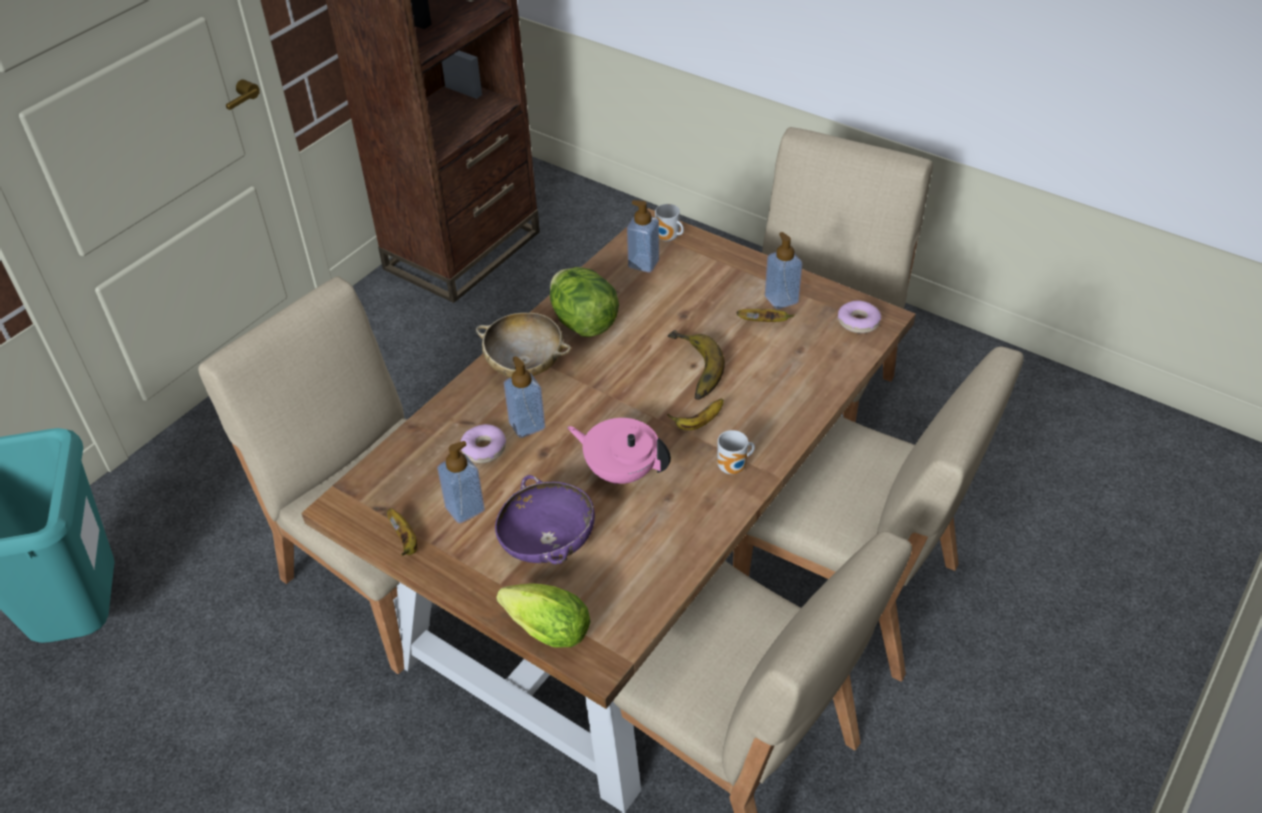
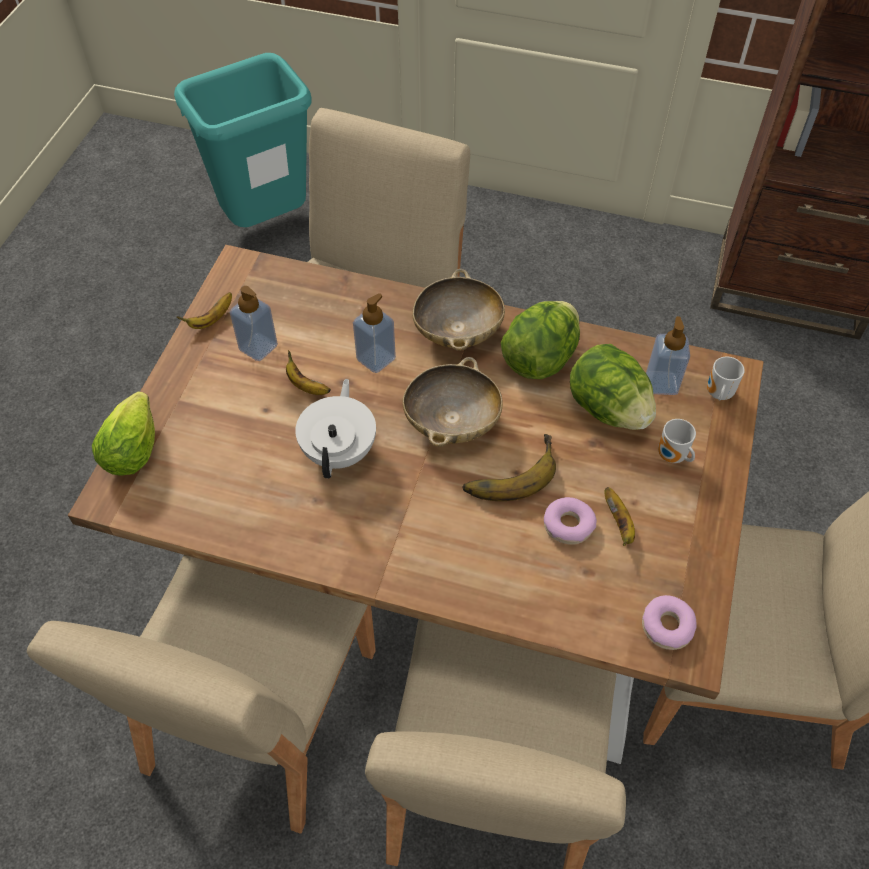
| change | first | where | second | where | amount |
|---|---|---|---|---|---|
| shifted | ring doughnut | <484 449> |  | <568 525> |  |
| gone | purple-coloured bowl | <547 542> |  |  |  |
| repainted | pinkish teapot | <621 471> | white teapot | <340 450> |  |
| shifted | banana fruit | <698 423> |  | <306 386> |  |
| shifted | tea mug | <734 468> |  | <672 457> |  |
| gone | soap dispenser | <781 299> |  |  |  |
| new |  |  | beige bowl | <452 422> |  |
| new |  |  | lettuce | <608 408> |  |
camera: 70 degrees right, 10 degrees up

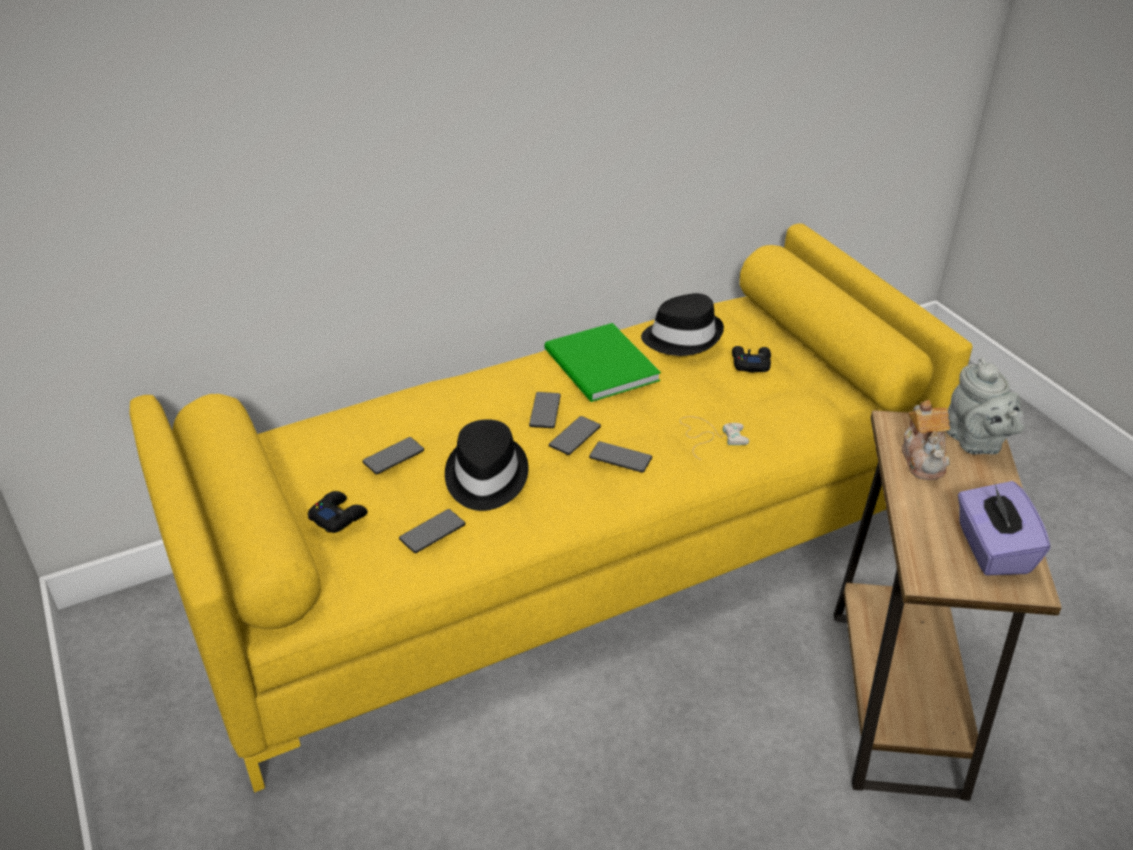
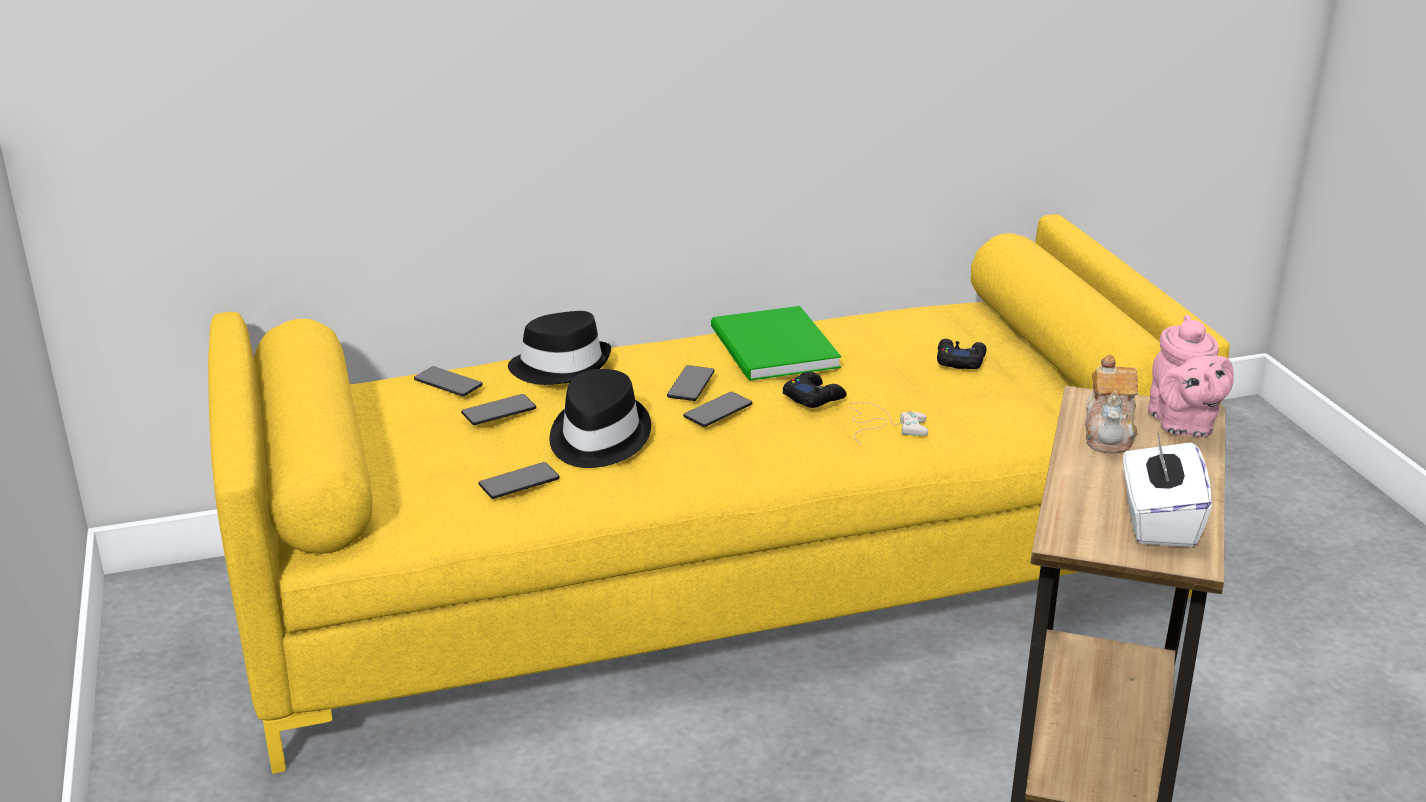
| change | first | where | second | where | amount |
|---|---|---|---|---|---|
| shifted | black game controller | <338 516> |  | <813 397> |  |
| shifted | telephone | <620 458> |  | <448 383> |  |
| shifted | black clothing hat | <682 337> |  | <561 366> |  |
| repainted | gray teapot | <975 442> | pinkish teapot | <1182 425> |  |
| repainted | purple-coloured tissue box | <991 549> | white tissue box | <1158 521> |  |
camera: 10 degrees right, 10 degrees down

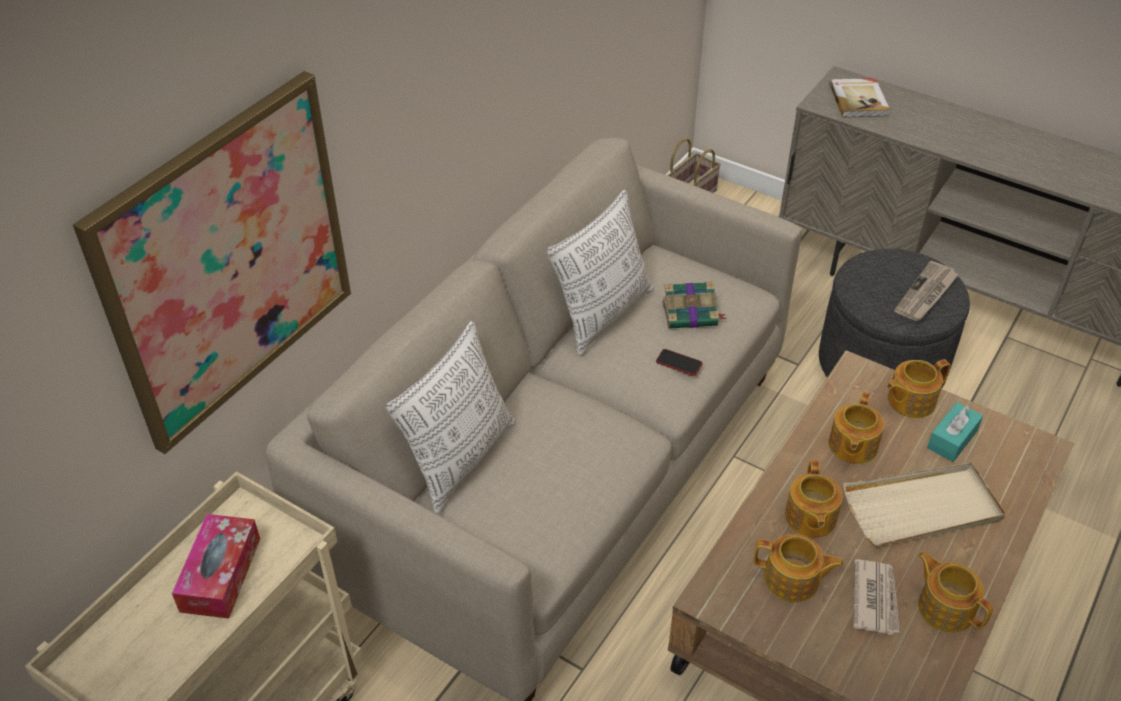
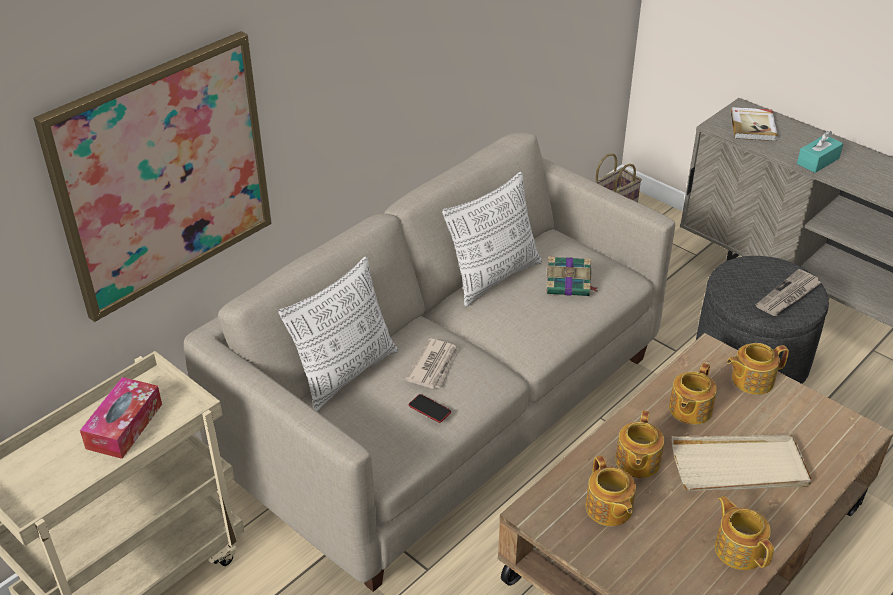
| change | first | where | second | where | amount |
|---|---|---|---|---|---|
| shifted | telephone | <679 363> |  | <429 409> |  |
| rotated | teapot | <792 580> |  | <608 509> | 45 degrees clockwise |
| shifted | printed paper | <875 598> |  | <434 366> |  |
| shifted | turquoise-coloured tissue box | <952 439> |  | <818 161> |  |
camera: 10 degrees right, 5 degrees down

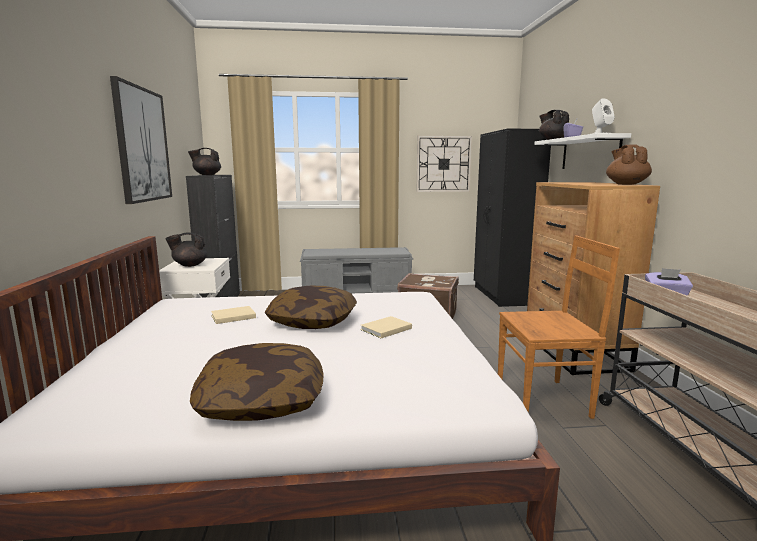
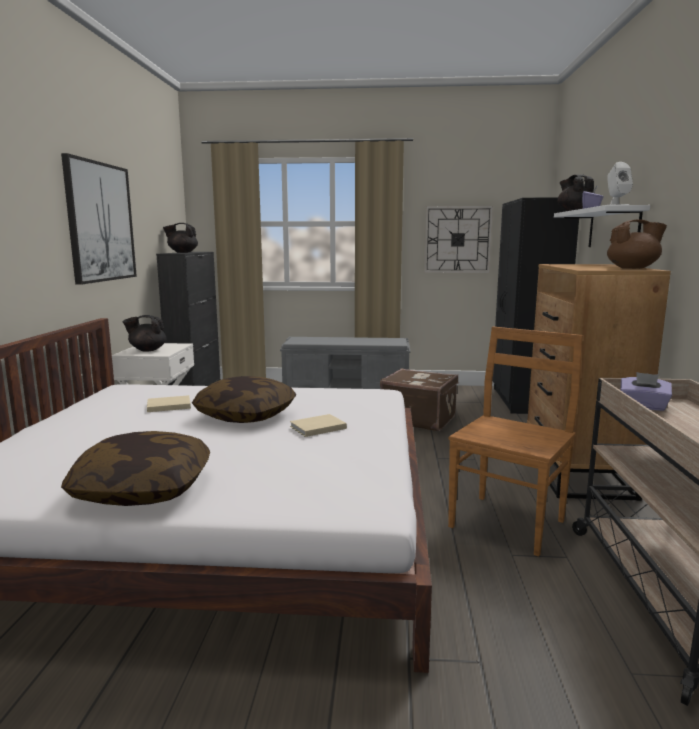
| change | first | where | second | where | amount |
|---|---|---|---|---|---|
| rotated | brown upright chair | <545 399> |  | <508 522> | 60 degrees counterclockwise |
| rotated | brown teapot | <626 184> |  | <633 268> | 75 degrees clockwise |
camera: 10 degrees right, 0 degrees up

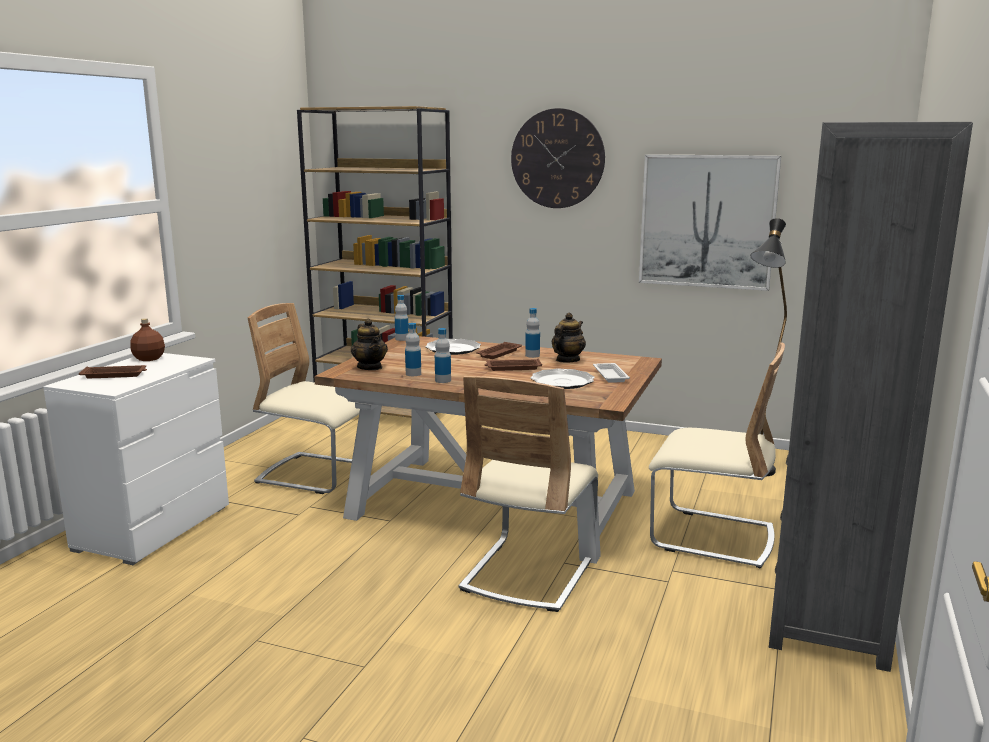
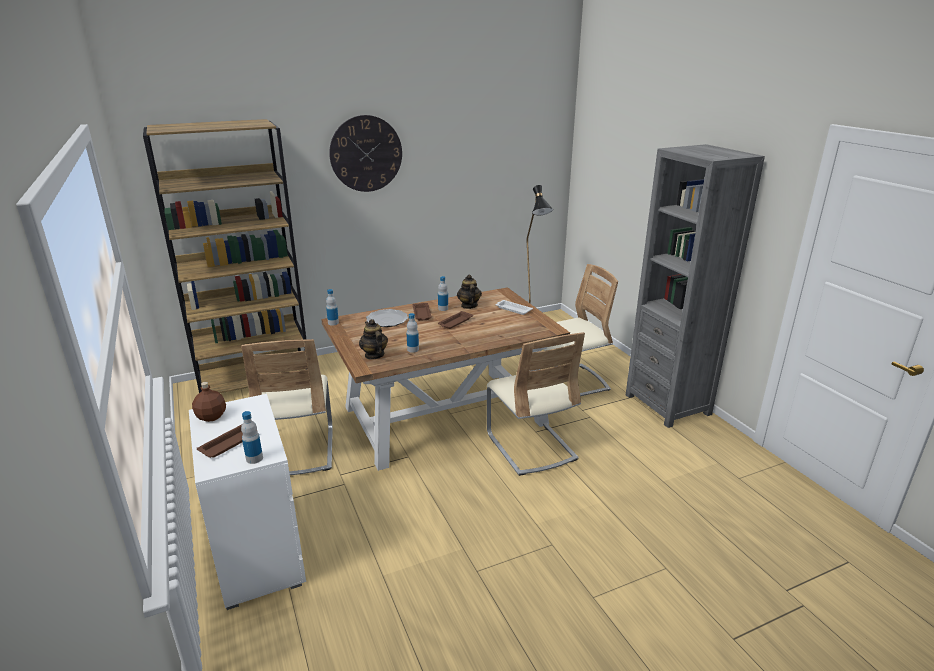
| change | first | where | second | where | amount |
|---|---|---|---|---|---|
| rotated | beige upright chair | <316 474> |  | <298 450> | 75 degrees counterclockwise |
| rotated | teapot | <370 367> |  | <374 355> | 135 degrees counterclockwise |
| shifted | beverage bottle | <443 380> |  | <254 458> |  |
| gone | plate | <562 381> |  |  |  |
| gone | wall art | <707 221> |  |  |  |
camera: 45 degrees left, 10 degrees up

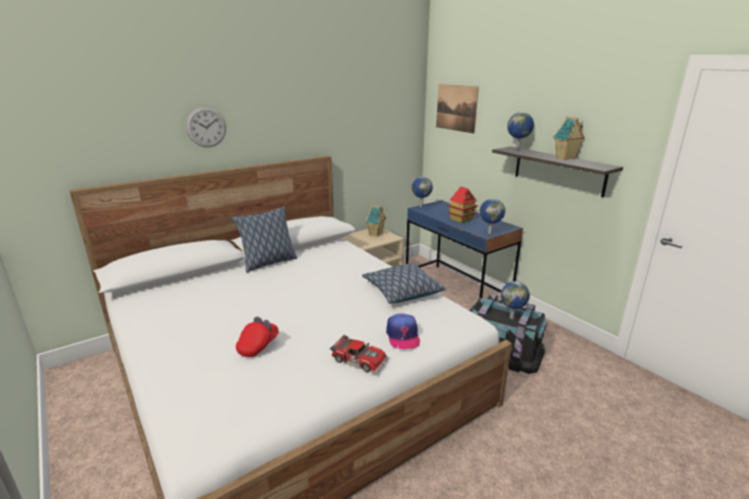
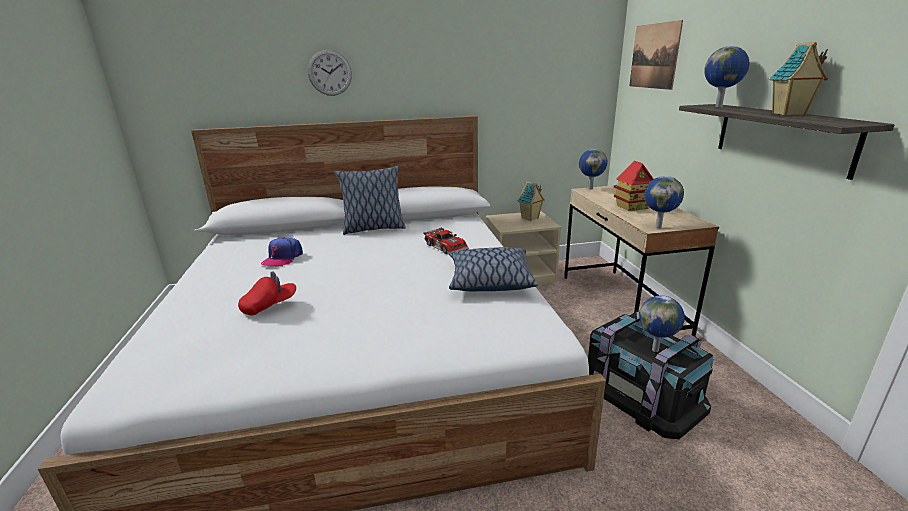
| change | first | where | second | where | amount |
|---|---|---|---|---|---|
| shifted | model car | <360 359> |  | <447 246> |  |
| shifted | baseball cap | <402 336> |  | <283 258> |  |
| repainted | blue desk | <455 290> | beige desk | <621 304> |  |
camera: 25 degrees right, 0 degrees up

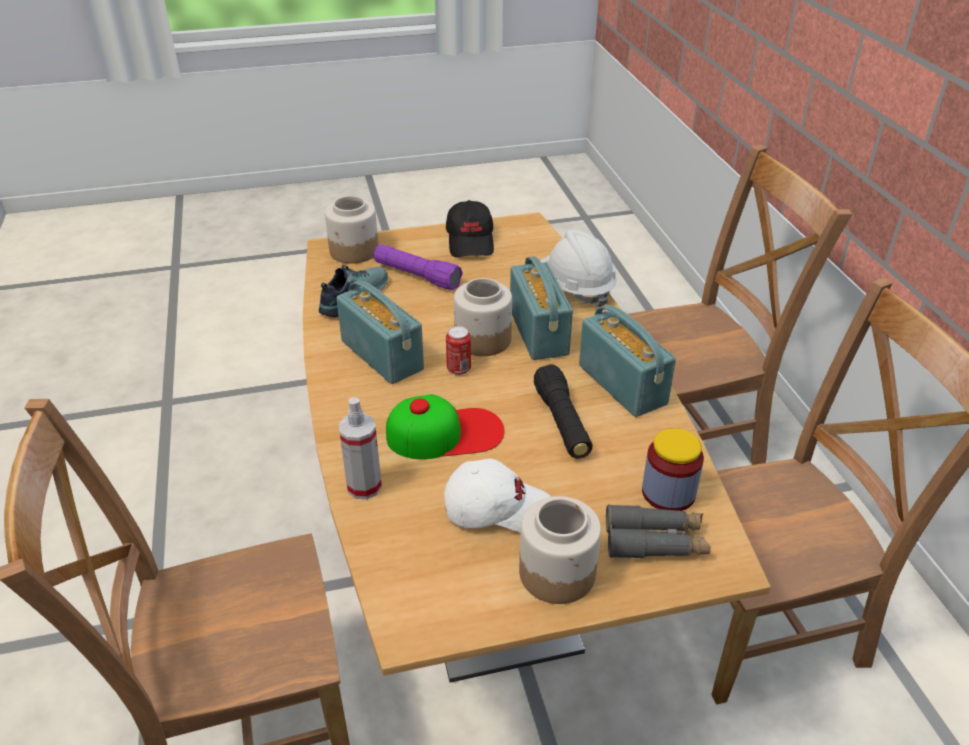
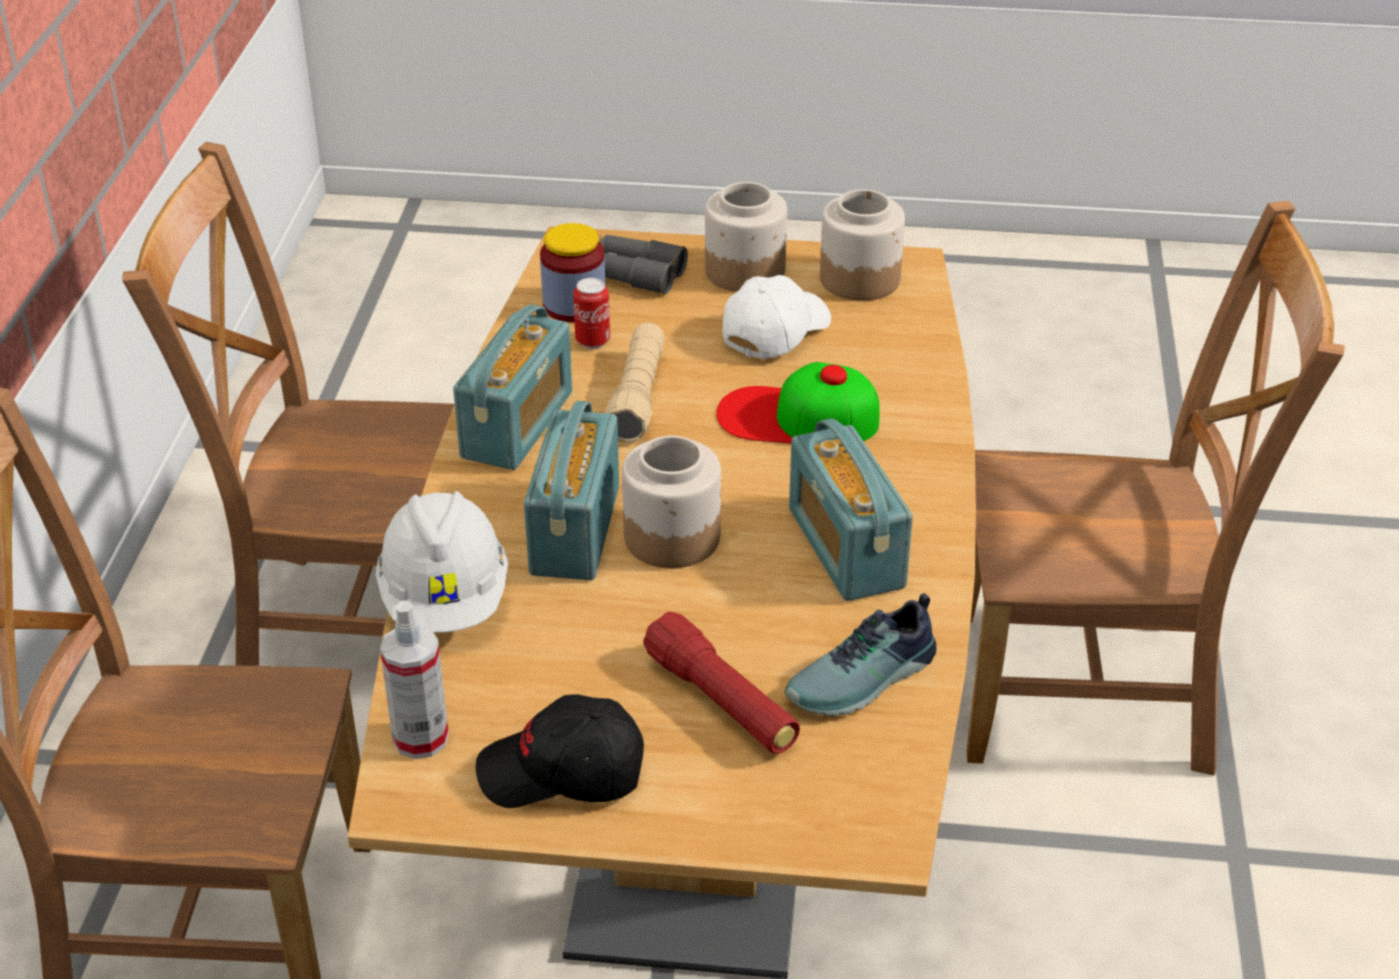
| change | first | where | second | where | amount |
|---|---|---|---|---|---|
| shifted | storage jar | <354 251> |  | <860 279> |  |
| shifted | sprayer | <364 486> |  | <420 738> |  |
| repainted | purple-coloured hand torch | <417 276> | red hand torch | <721 702> |  |
| rotated | white baseball cap | <497 508> |  | <775 331> | 105 degrees clockwise |
| rotated | black baseball cap | <471 241> |  | <562 774> | 105 degrees counterclockwise |
| shifted | metal can | <459 369> |  | <592 341> |  |
| repainted | black hand torch | <562 423> | beige hand torch | <637 397> |  |
| rotated | radio receiver | <622 384> |  | <517 425> | 150 degrees counterclockwise |
camera: 160 degrees left, 0 degrees up

